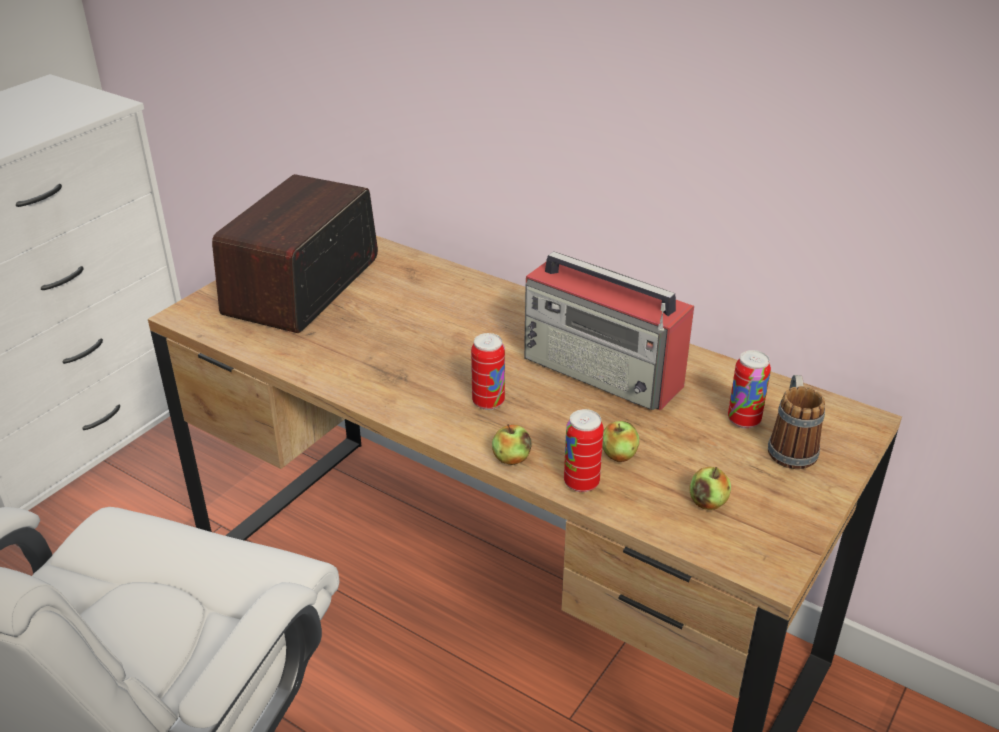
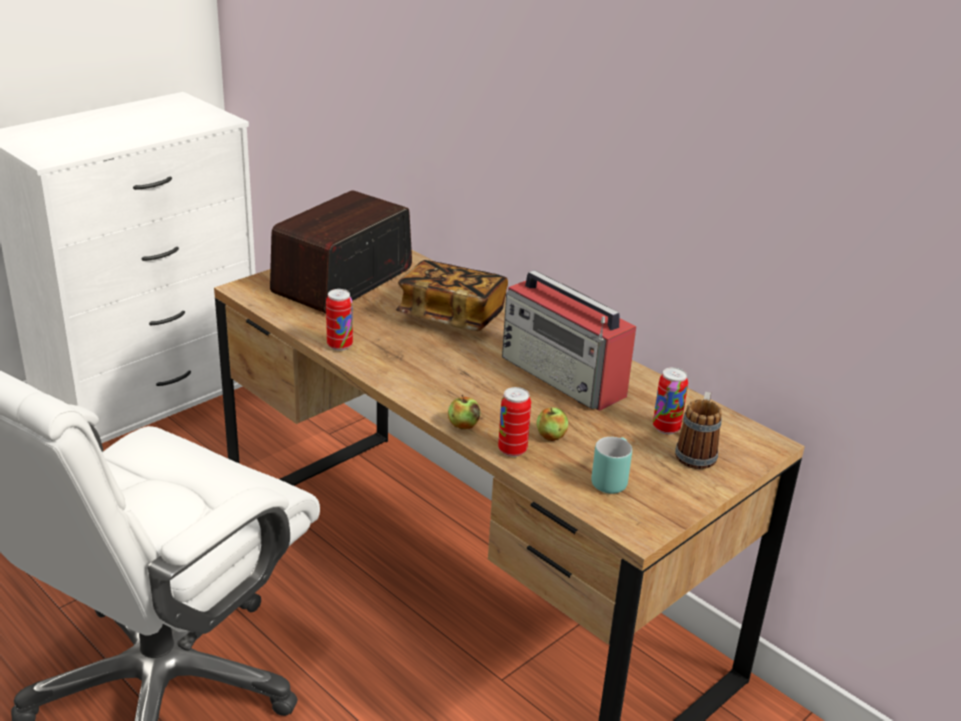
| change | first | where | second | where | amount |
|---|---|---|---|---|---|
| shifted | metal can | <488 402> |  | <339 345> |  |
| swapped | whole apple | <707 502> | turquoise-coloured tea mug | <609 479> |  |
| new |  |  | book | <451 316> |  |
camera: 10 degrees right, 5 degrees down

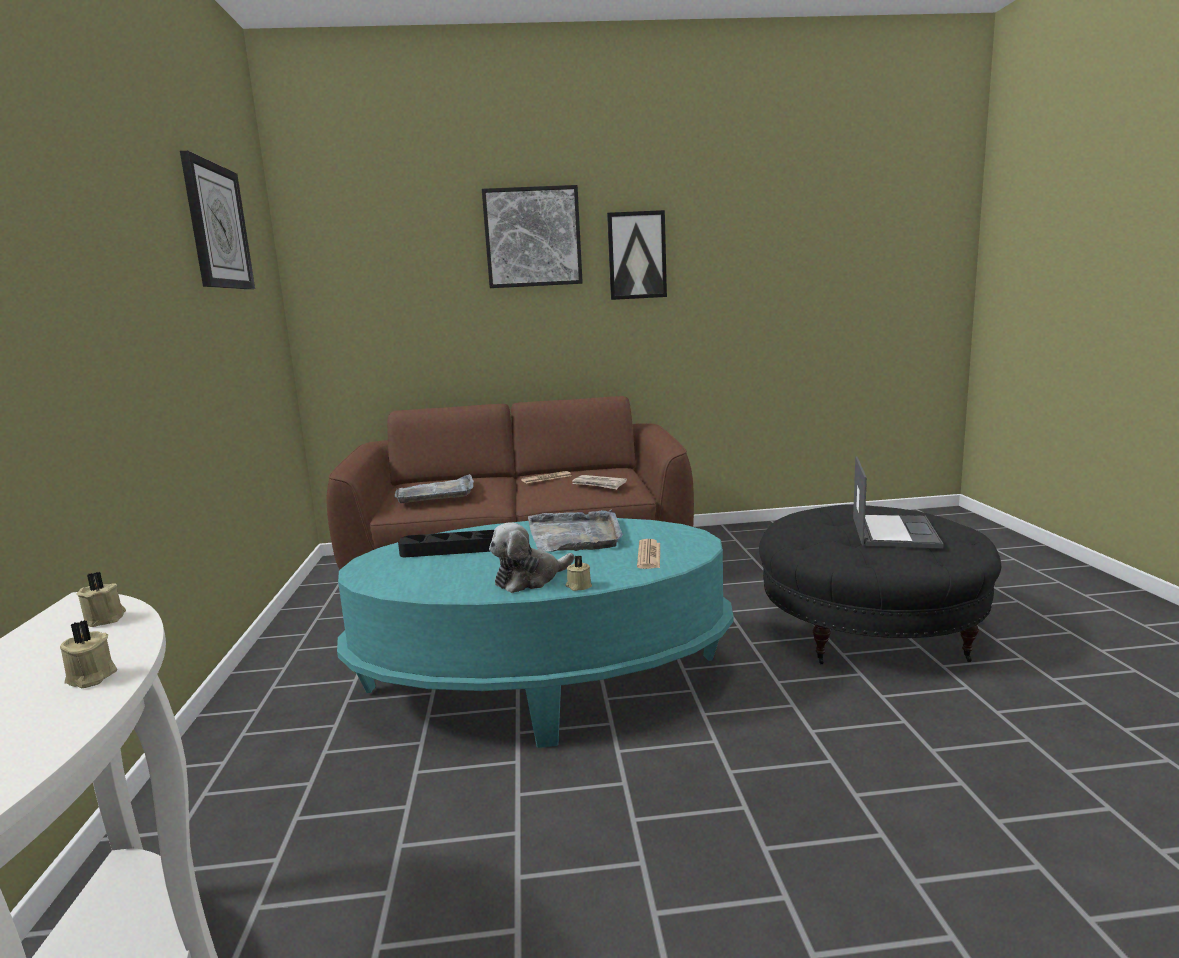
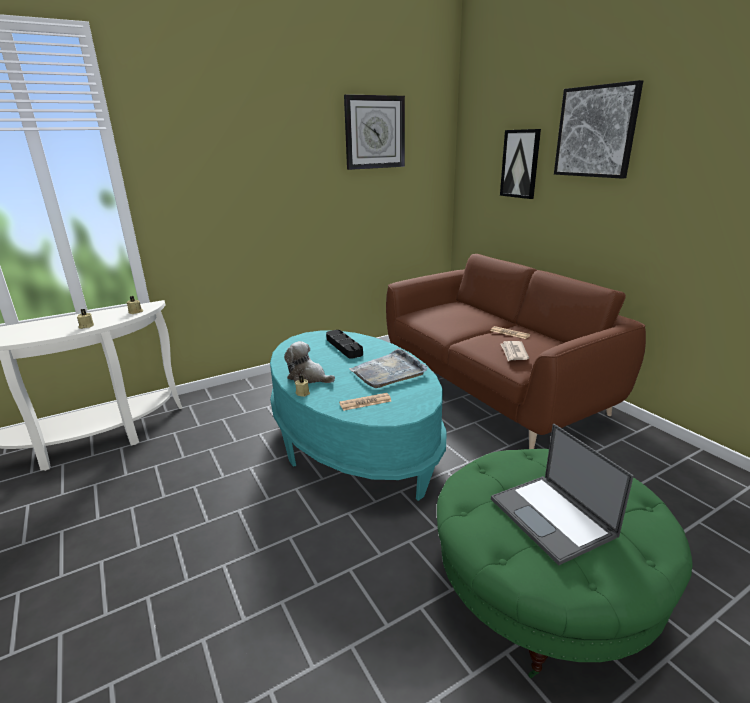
| change | first | where | second | where | amount |
|---|---|---|---|---|---|
| gone | gray carrying tray | <436 493> |  |  |  |
| shifted | wall art | <637 255> |  | <520 164> |  |
| repainted | black pouffe | <870 630> | greenish pouffe | <544 588> |  |
| rotated | laptop | <893 531> |  | <553 518> | 75 degrees clockwise |
camera: 65 degrees right, 10 degrees up

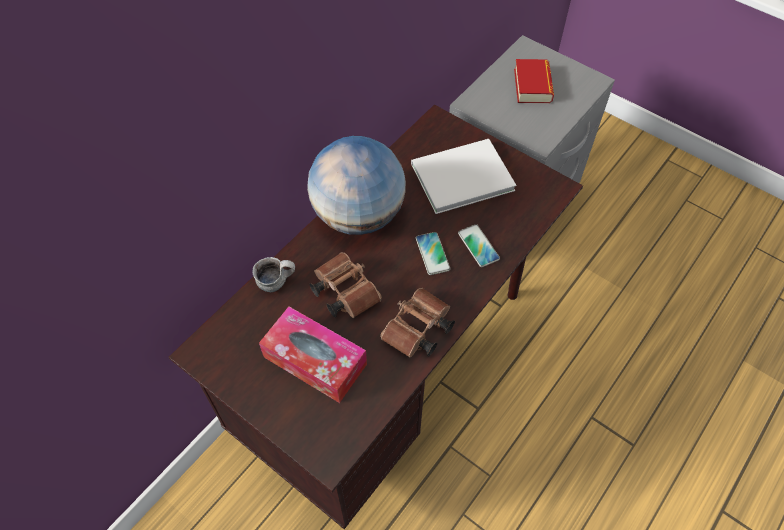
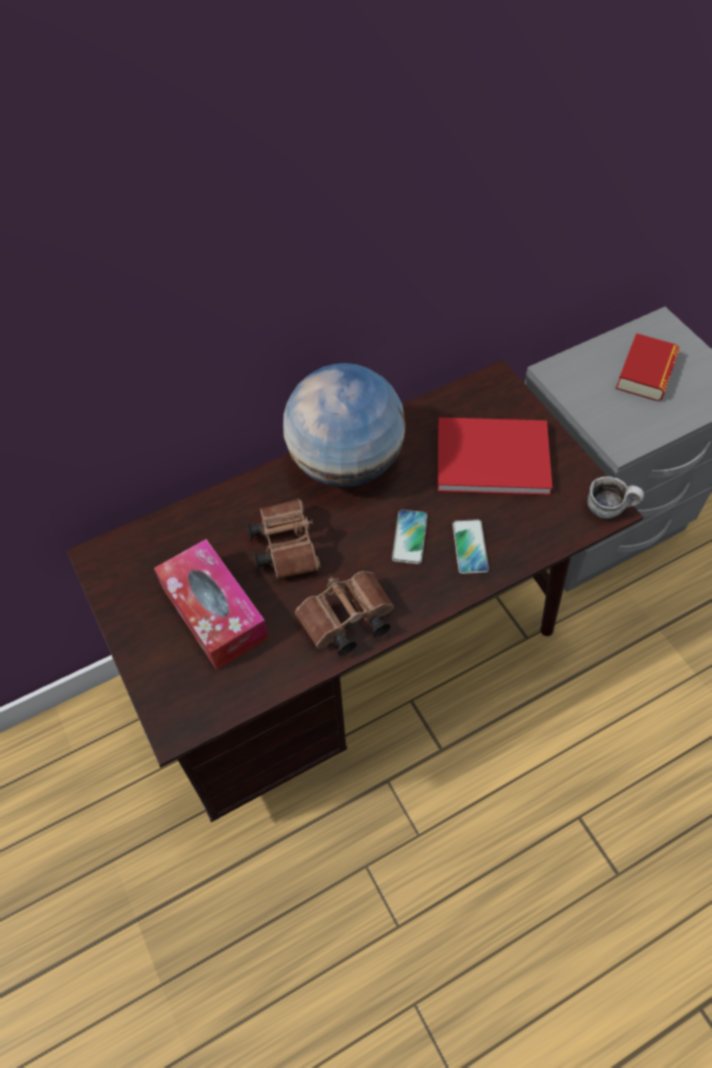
| change | first | where | second | where | amount |
|---|---|---|---|---|---|
| shifted | tea mug | <276 281> |  | <609 508> |  |
| repainted | white book | <458 176> | red book | <488 455> |  |
camera: 25 degrees right, 0 degrees up

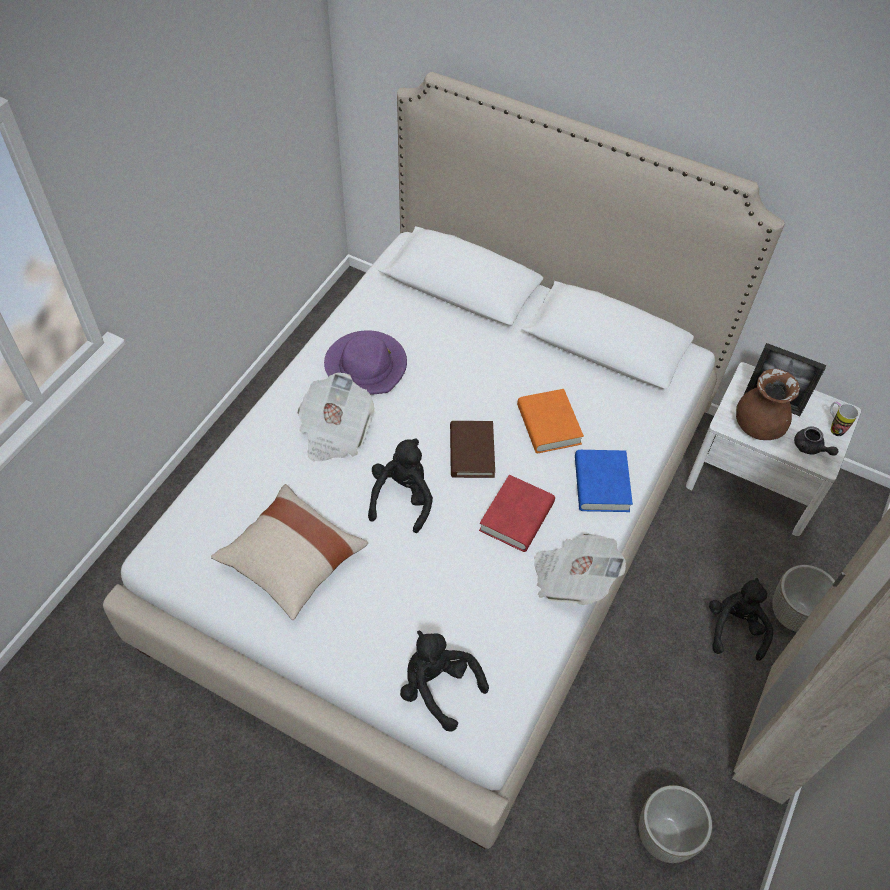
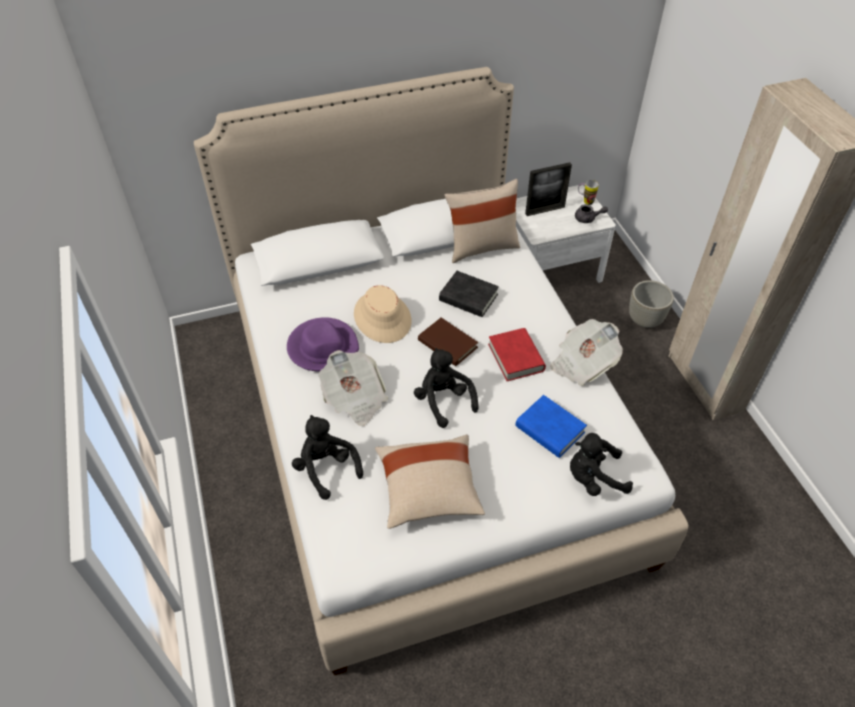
| change | first | where | second | where | amount |
|---|---|---|---|---|---|
| repainted | orange-coloured book | <548 425> | black book | <468 298> |  |
| shifted | blue book | <601 484> |  | <549 430> |  |
| gone | gray plant pot | <664 835> |  |  |  |
| shifted | black soft toy | <735 628> |  | <326 468> |  |
| gone | brown flower vase | <757 427> |  |  |  |
| new |  |  | beige clothing hat | <382 317> |  |
| new |  |  | beige throw pillow | <481 247> |  |
camera: 45 degrees left, 5 degrees down

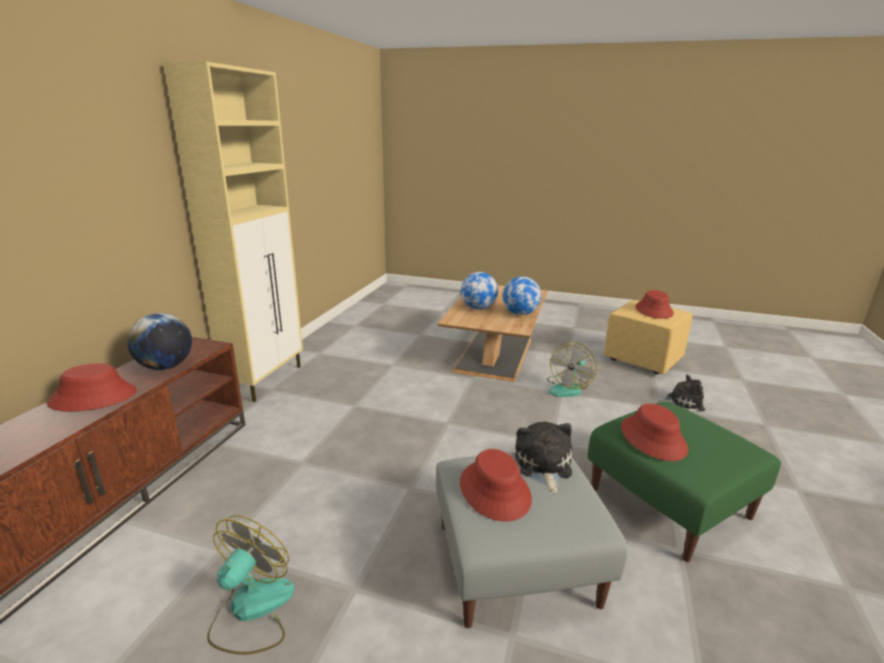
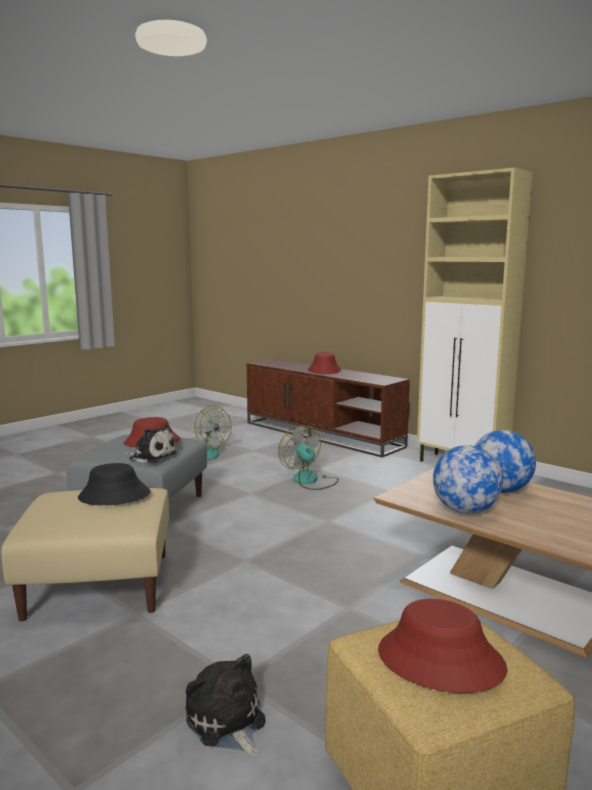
| change | first | where | second | where | amount |
|---|---|---|---|---|---|
| gone | desk globe | <166 367> |  |  |  |
| shifted | fan | <568 388> |  | <310 481> |  |
| repainted | greenish pouffe | <667 502> | beige pouffe | <100 584> |  |
| repainted | red clothing hat | <653 438> | black clothing hat | <114 496> |  |
| rotated | soft toy | <682 403> |  | <227 723> | 120 degrees clockwise |
camera: 115 degrees right, 10 degrees down

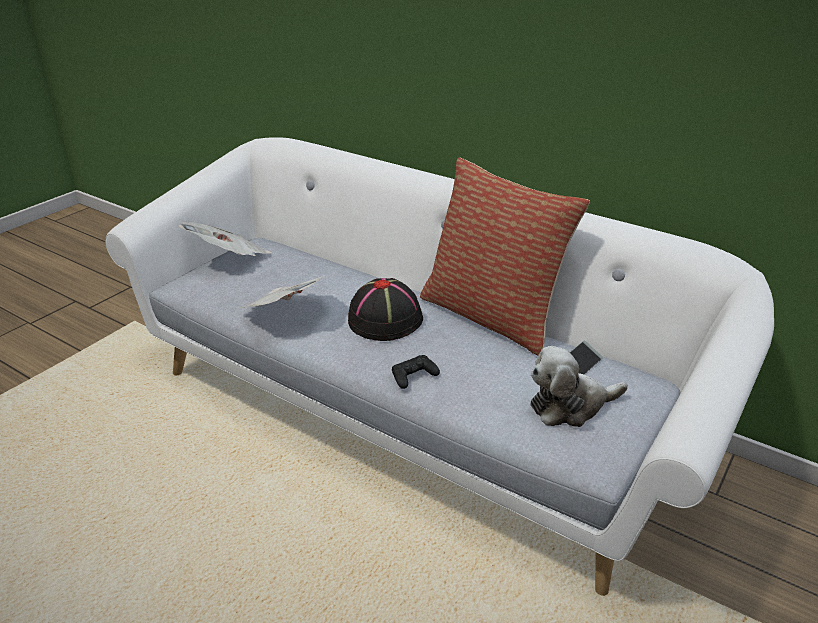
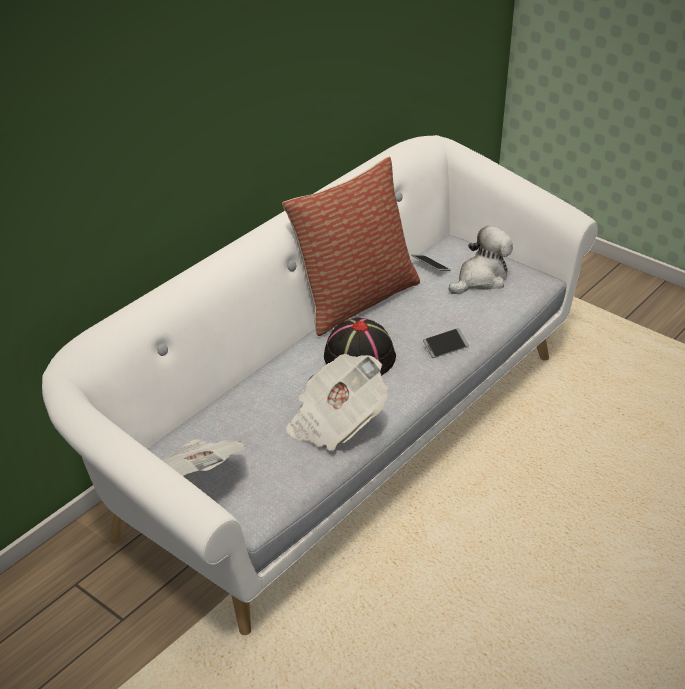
| change | first | where | second | where | amount |
|---|---|---|---|---|---|
| swapped | black game controller | <413 376> | telephone | <445 347> |  |
| rotated | soft toy | <570 406> |  | <481 279> | 120 degrees counterclockwise |
camera: 85 degrees left, 5 degrees up

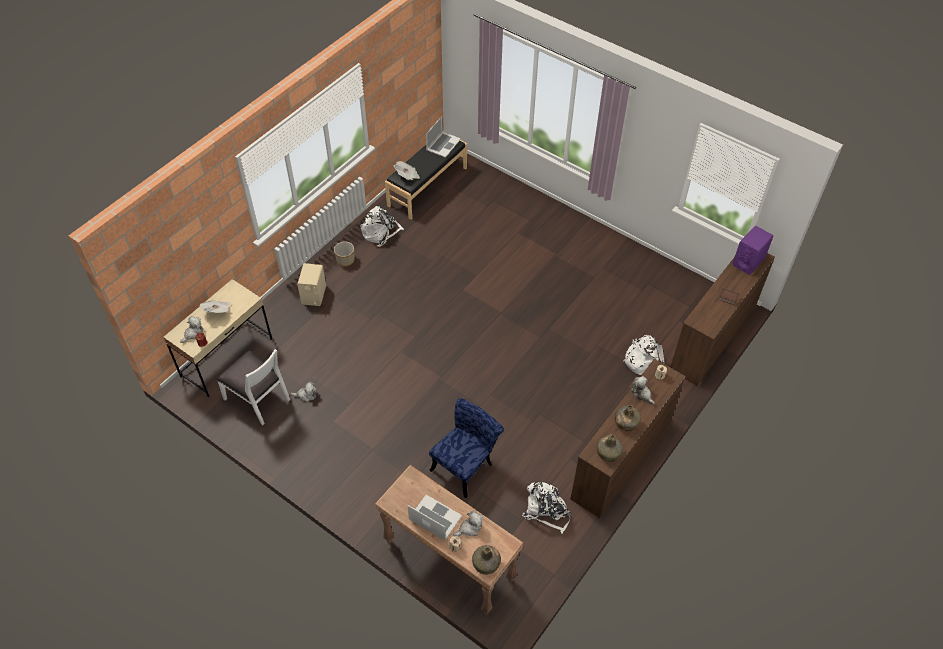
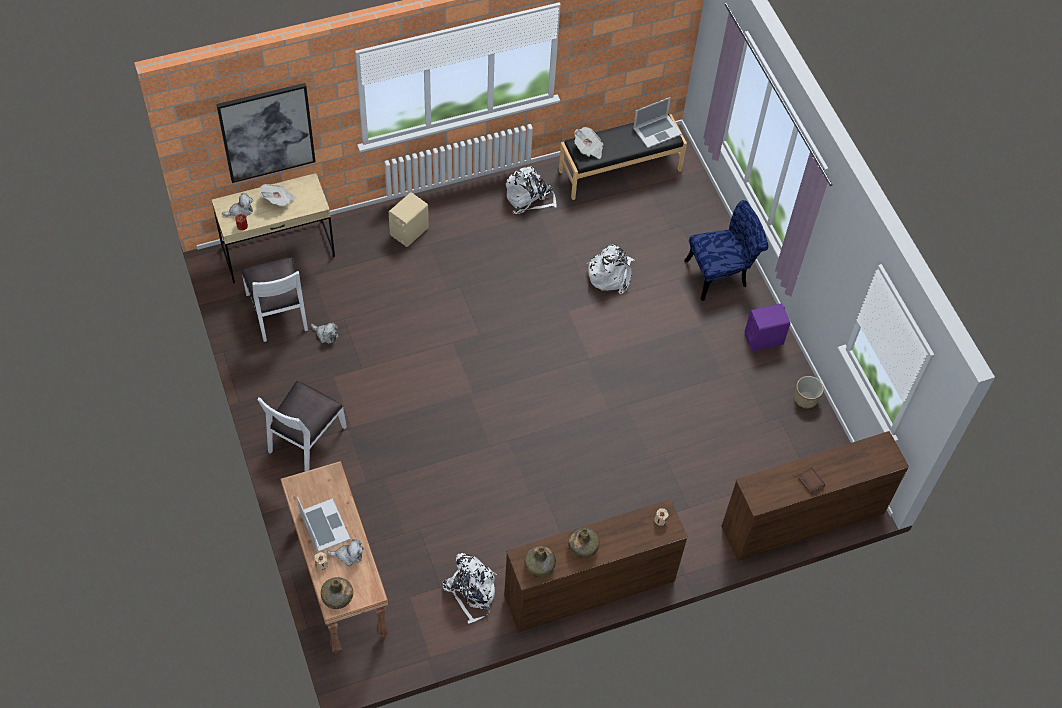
| change | first | where | second | where | amount |
|---|---|---|---|---|---|
| shifted | plant pot | <345 260> |  | <806 399> |  |
| shifted | blue upright chair | <466 465> |  | <721 274> |  |
| shifted | white knapsack | <642 360> |  | <610 274> |  |
| gone | soft toy | <641 394> |  |  |  |
| shifted | purple-coloured speaker | <748 261> |  | <764 338> |  |
| new |  |  | wall art | <267 132> |  |
| new |  |  | white upright chair | <305 439> |  |
camera: 30 degrees right, 5 degrees up

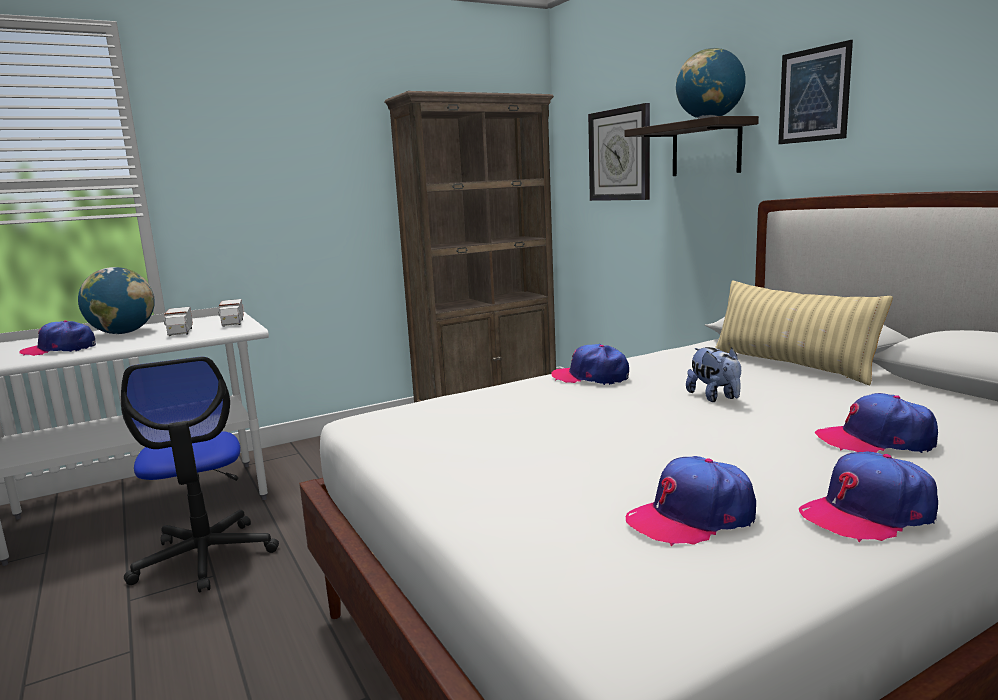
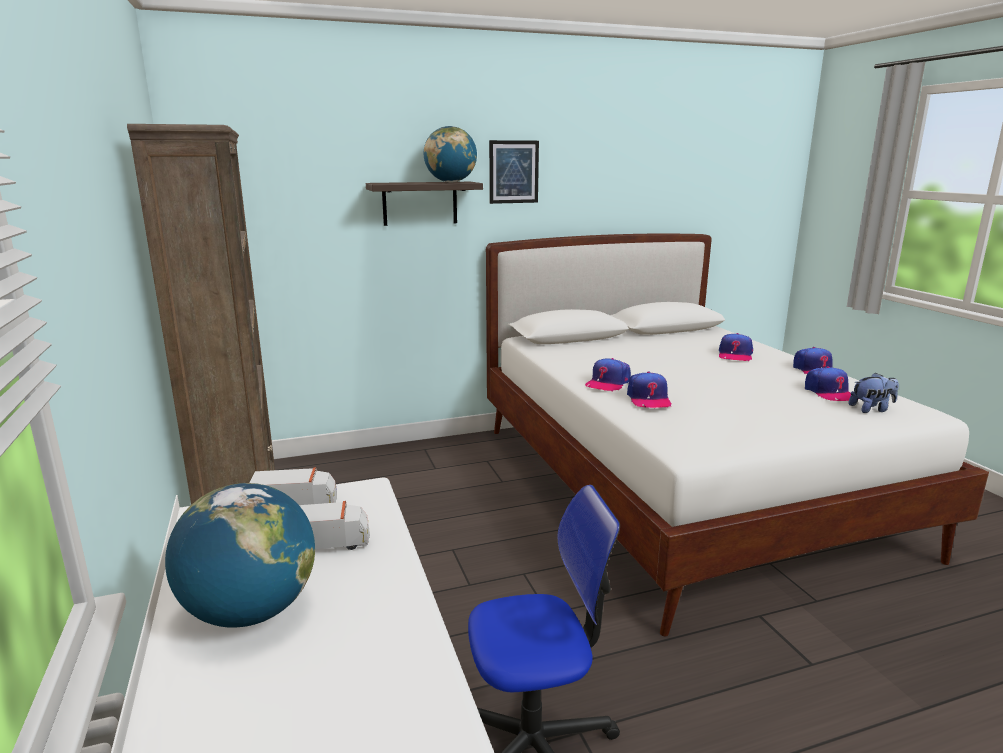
| change | first | where | second | where | amount |
|---|---|---|---|---|---|
| shifted | baseball cap | <60 349> |  | <648 399> |  |
| gone | clock on the wall | <619 155> |  |  |  |
| shifted | soft toy | <715 397> |  | <871 409> |  |
| gone | beige throw pillow | <791 365> |  |  |  |
camera: 80 degrees left, 5 degrees up

